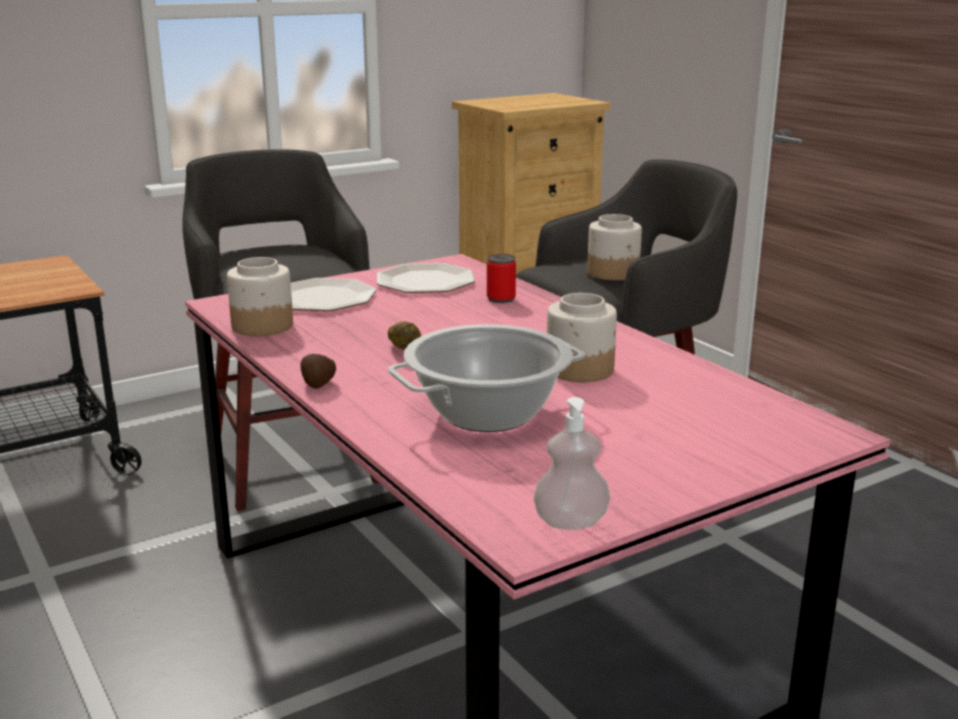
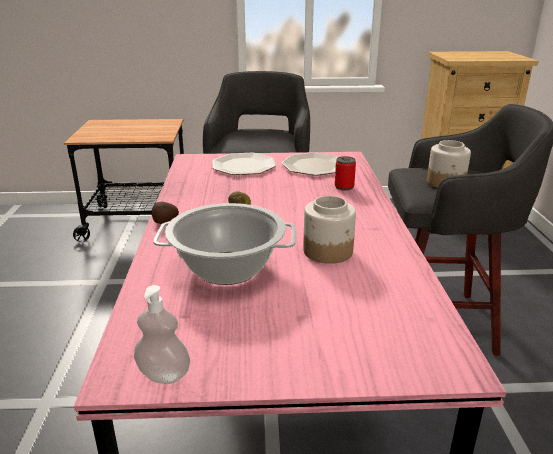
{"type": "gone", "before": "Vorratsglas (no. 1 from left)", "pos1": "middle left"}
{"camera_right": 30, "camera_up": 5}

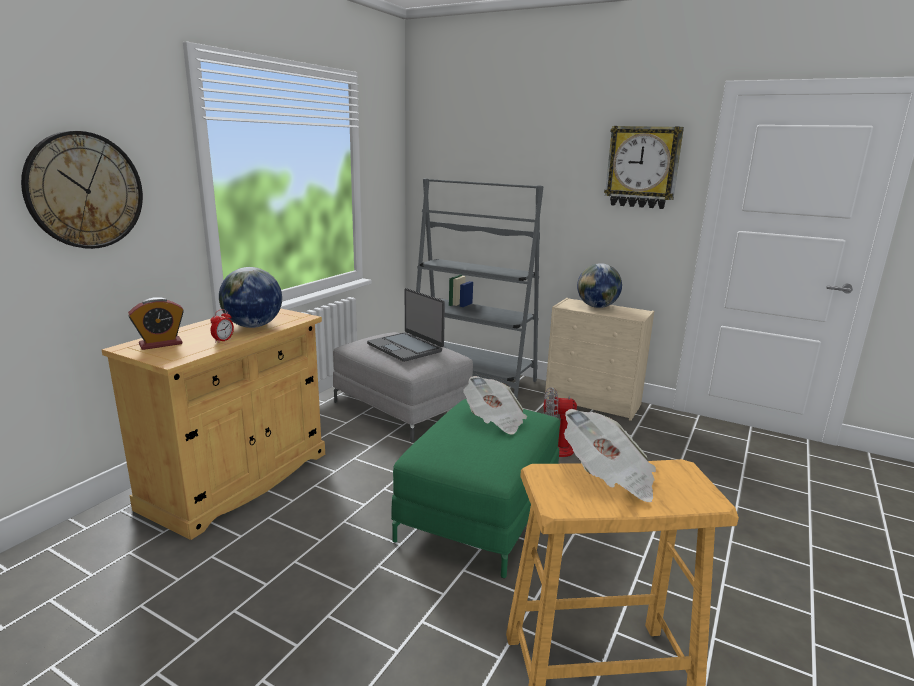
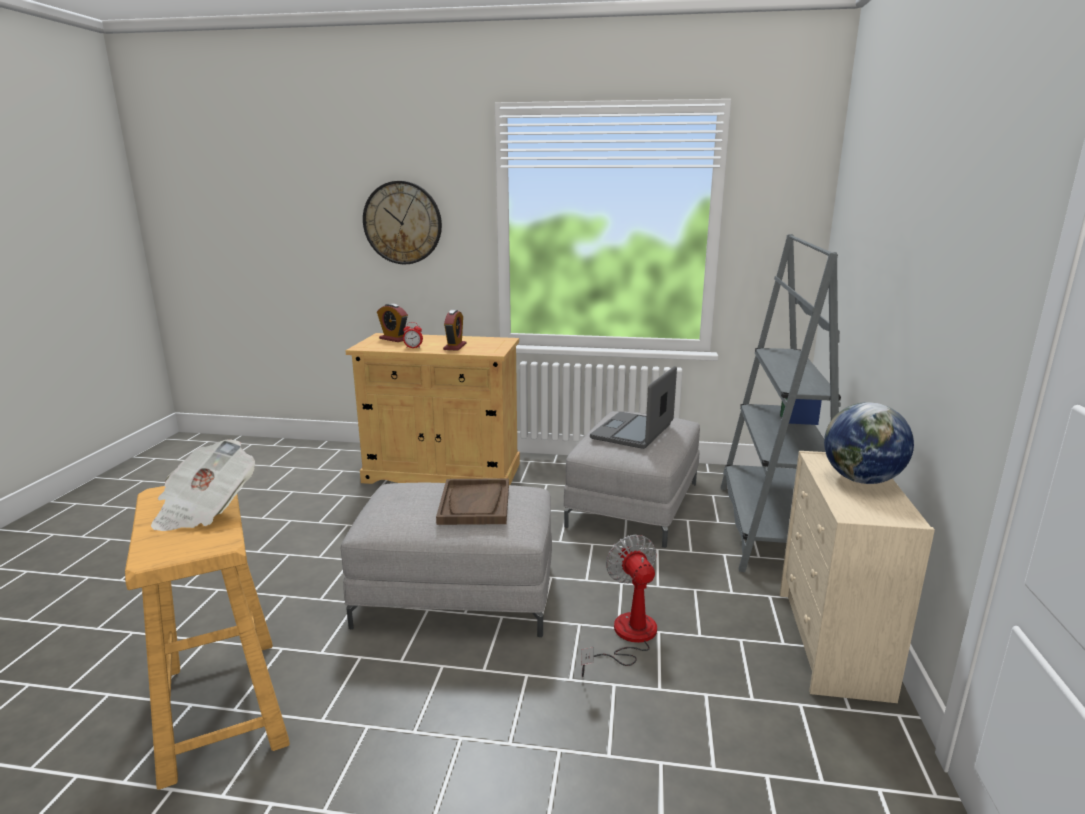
{"type": "repainted", "before": "Polsterhocker/grün", "after": "Polsterhocker/grau (no. 1 from left)", "pos1": "bottom centre", "pos2": "bottom centre"}
{"type": "swapped", "before": "Zeitung (no. 1 from left)", "after": "Tablett/braun", "pos1": "centre", "pos2": "centre"}
{"type": "swapped", "before": "Globus (no. 1 from left)", "after": "Wecker (no. 3 from left)", "pos1": "middle left", "pos2": "centre"}
{"type": "gone", "before": "Wanduhr (no. 2 from left)", "pos1": "top right"}
{"camera_right": 70, "camera_up": 0}

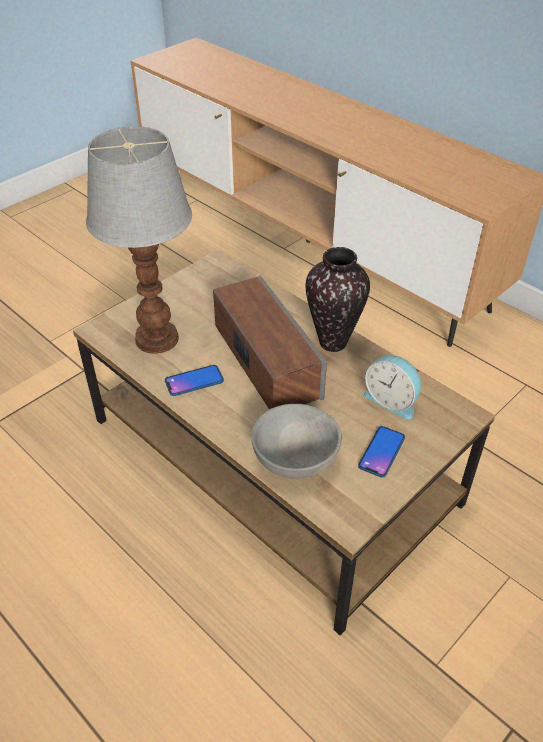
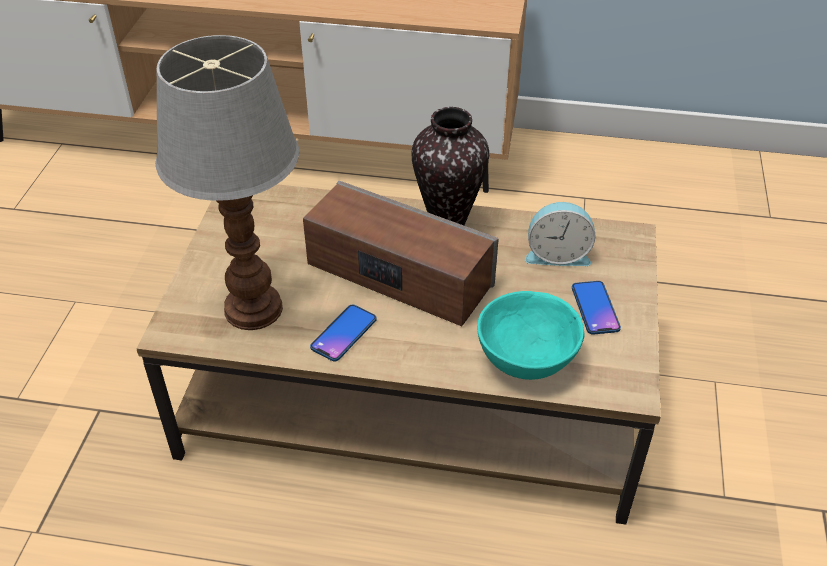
{"type": "repainted", "before": "Schüssel/grau", "after": "Schüssel/türkis", "pos1": "centre", "pos2": "centre"}
{"camera_right": -35, "camera_up": 0}

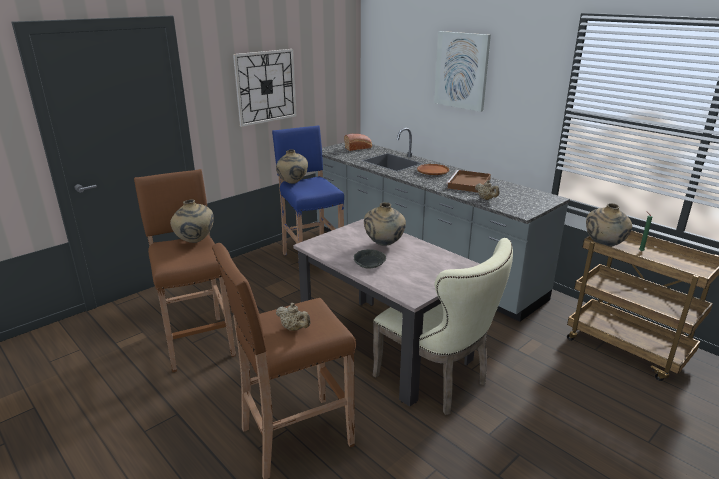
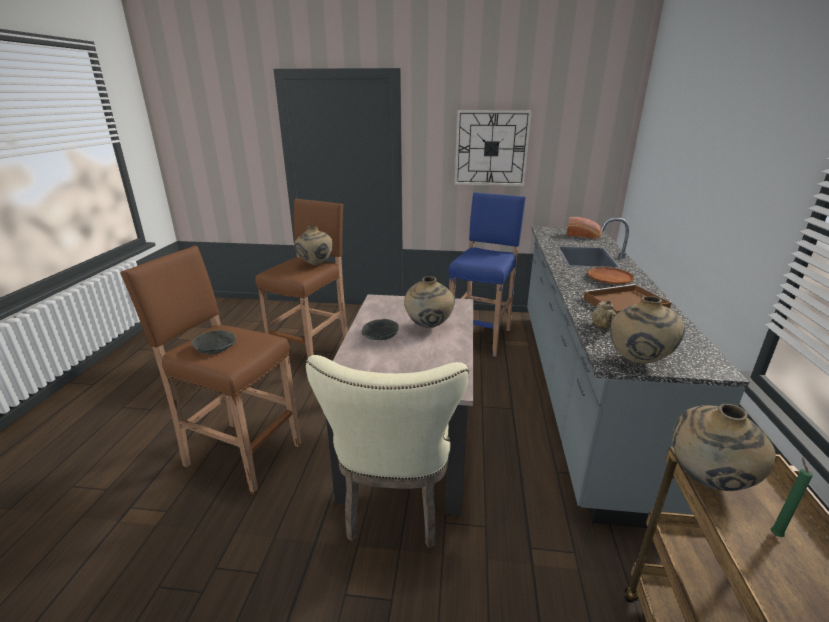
{"type": "swapped", "before": "Teekanne/beige (no. 1 from left)", "after": "Schüssel/grau (no. 1 from left)", "pos1": "centre", "pos2": "middle left"}
{"type": "shifted", "before": "Vase/beige (no. 2 from left in the first image)", "after": "Vase/beige (no. 3 from left)", "pos1": "centre", "pos2": "middle right"}
{"type": "gone", "before": "Bild", "pos1": "top centre"}
{"camera_right": 50, "camera_up": 0}

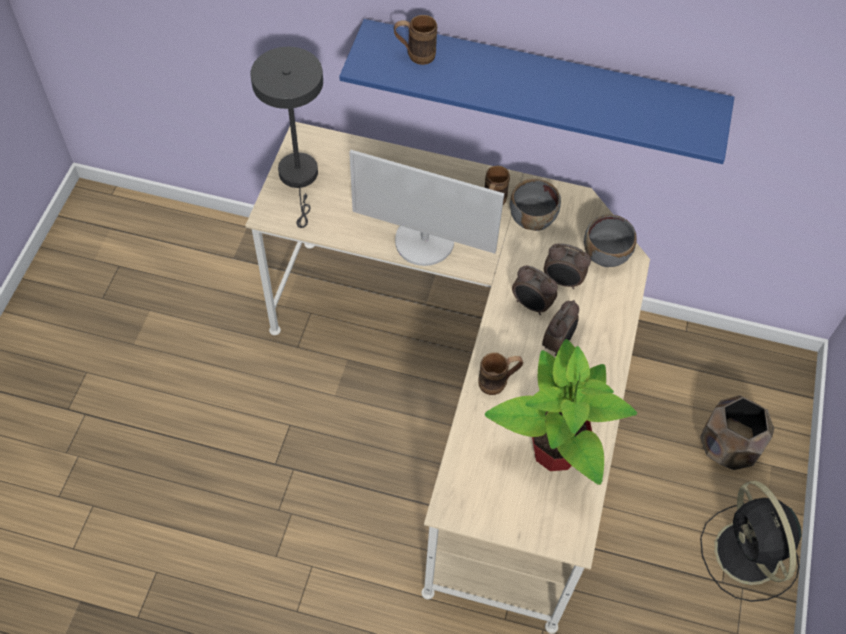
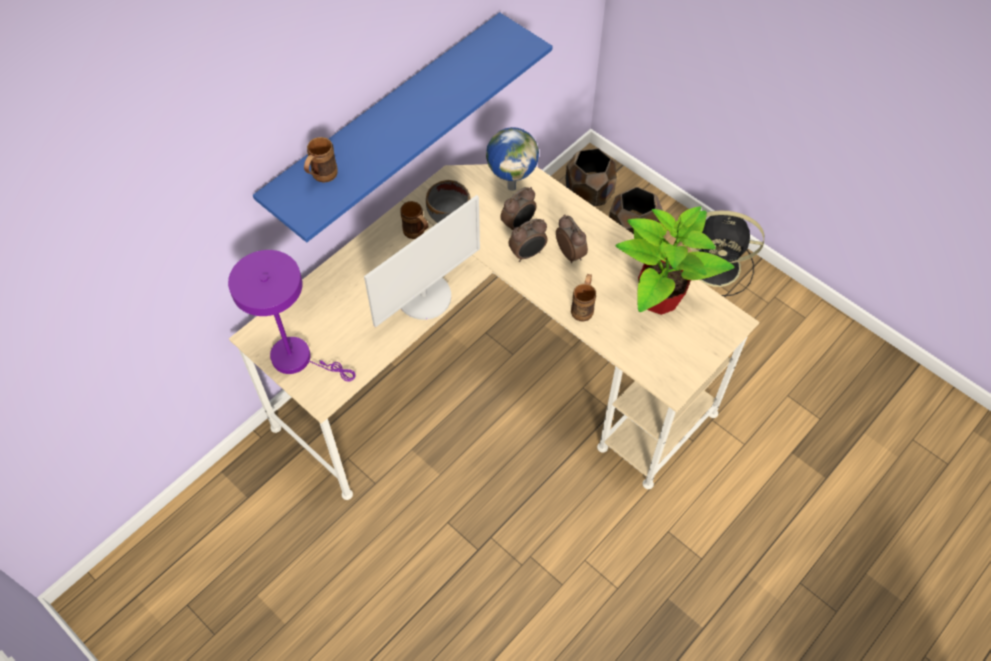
{"type": "repainted", "before": "Tischlampe/grau", "after": "Tischlampe/lila", "pos1": "top centre", "pos2": "middle left"}
{"type": "swapped", "before": "Schüssel/grau (no. 2 from left)", "after": "Globus", "pos1": "middle right", "pos2": "top centre"}
{"type": "new", "after": "Pflanzkübel/braun (no. 1 from left)", "pos2": "top centre"}
{"camera_right": -60, "camera_up": 0}

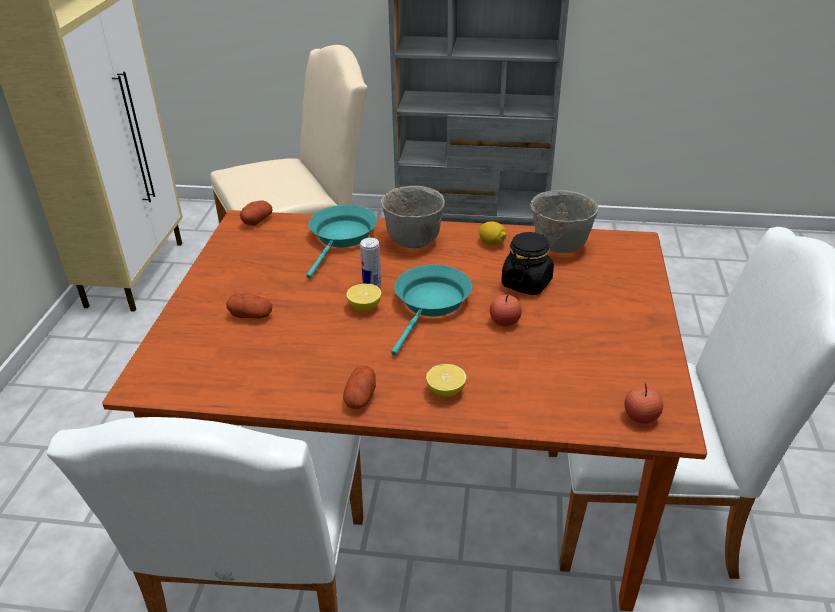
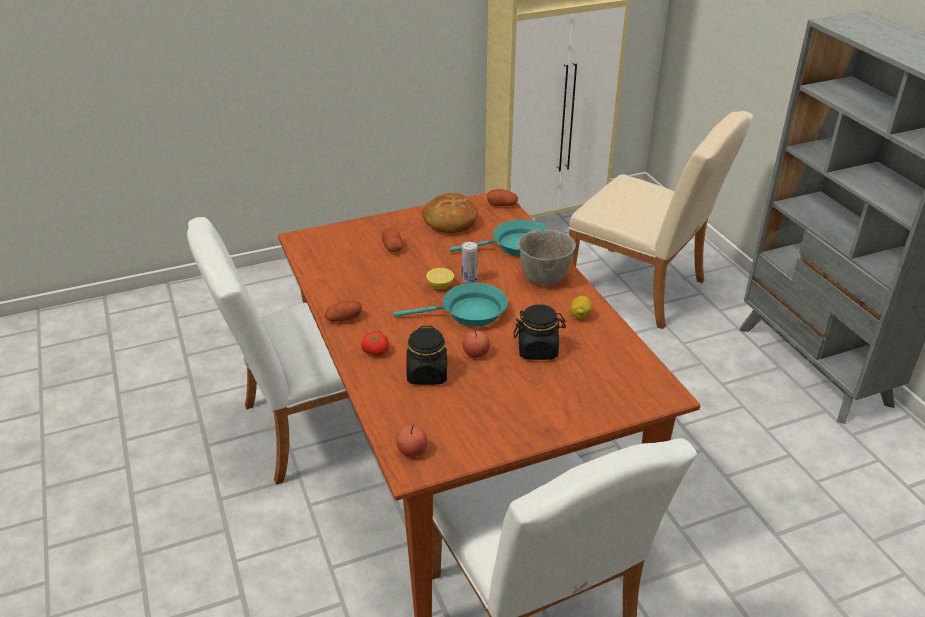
{"type": "swapped", "before": "Zitrone (no. 2 from left)", "after": "Tomate", "pos1": "centre", "pos2": "centre"}
{"type": "new", "after": "Vorratsglas/schwarz (no. 1 from left)", "pos2": "centre"}
{"type": "new", "after": "Brot", "pos2": "centre"}
{"type": "gone", "before": "Schüssel/grau (no. 2 from left)", "pos1": "middle right"}
{"camera_right": 60, "camera_up": 0}

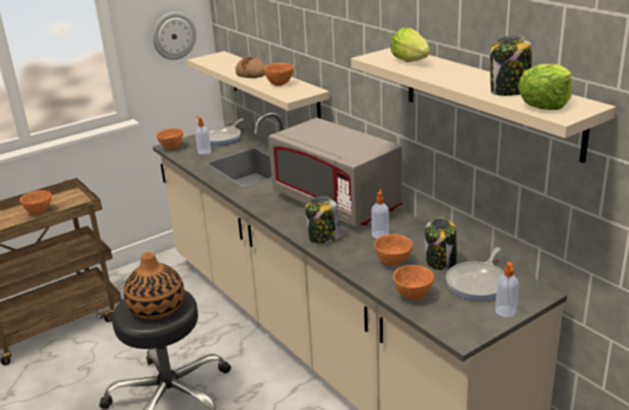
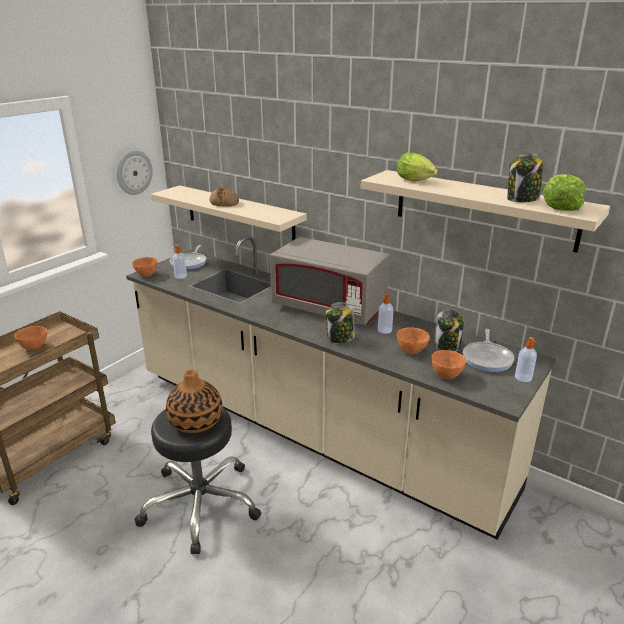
{"type": "gone", "before": "Schüssel/orange (no. 3 from left)", "pos1": "top centre"}
{"camera_right": -20, "camera_up": 0}

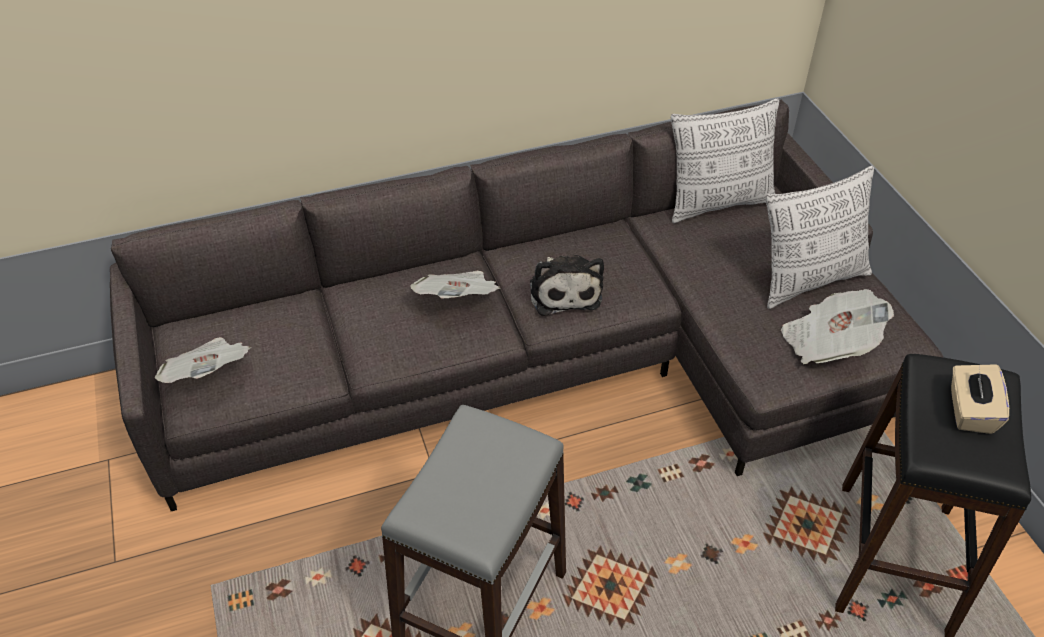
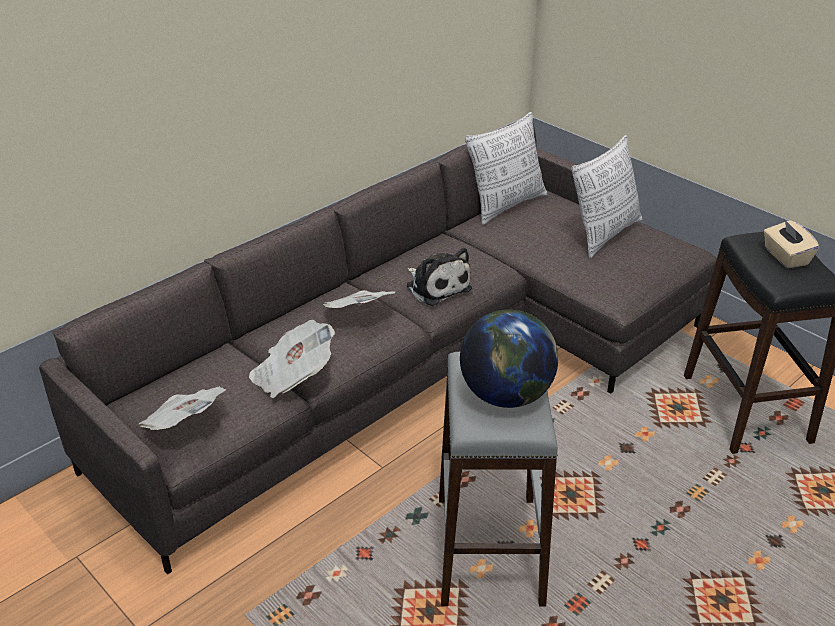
{"type": "shifted", "before": "Zeitung (no. 3 from left in the first image)", "after": "Zeitung (no. 2 from left)", "pos1": "middle right", "pos2": "centre"}
{"type": "new", "after": "Globus", "pos2": "centre"}
{"camera_right": -25, "camera_up": -10}

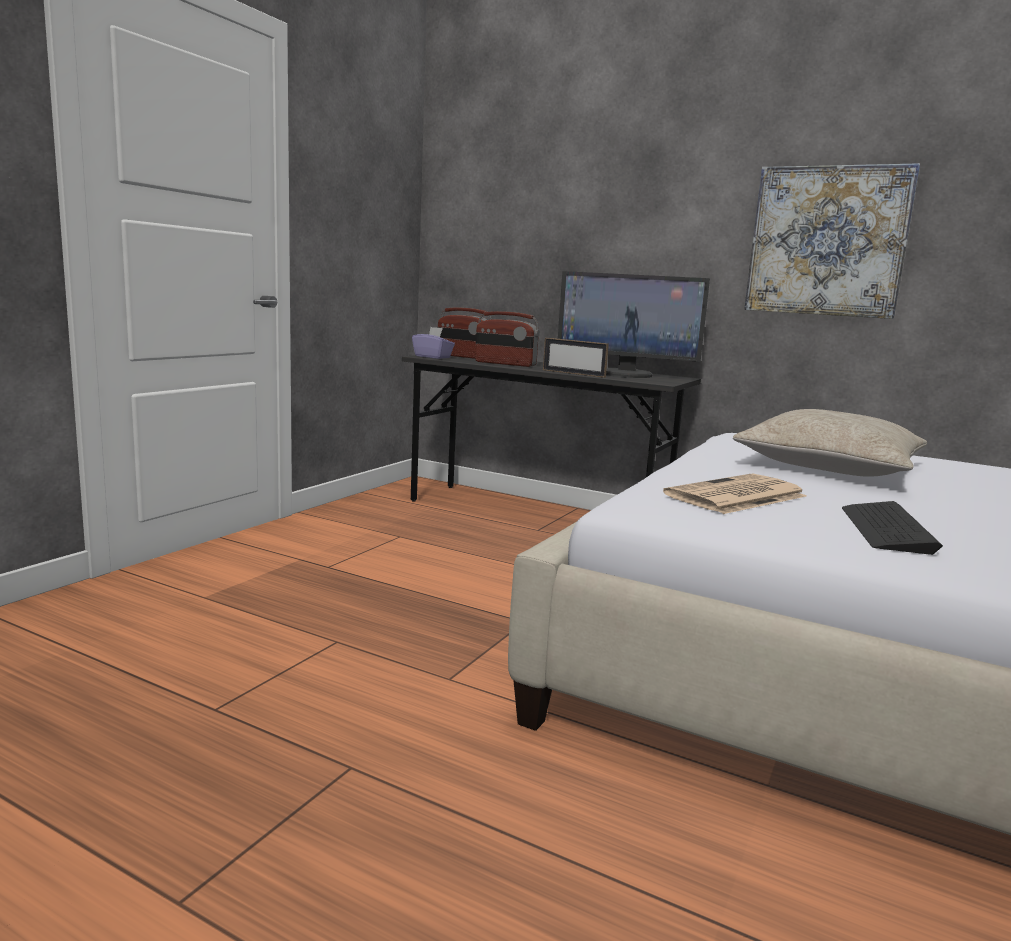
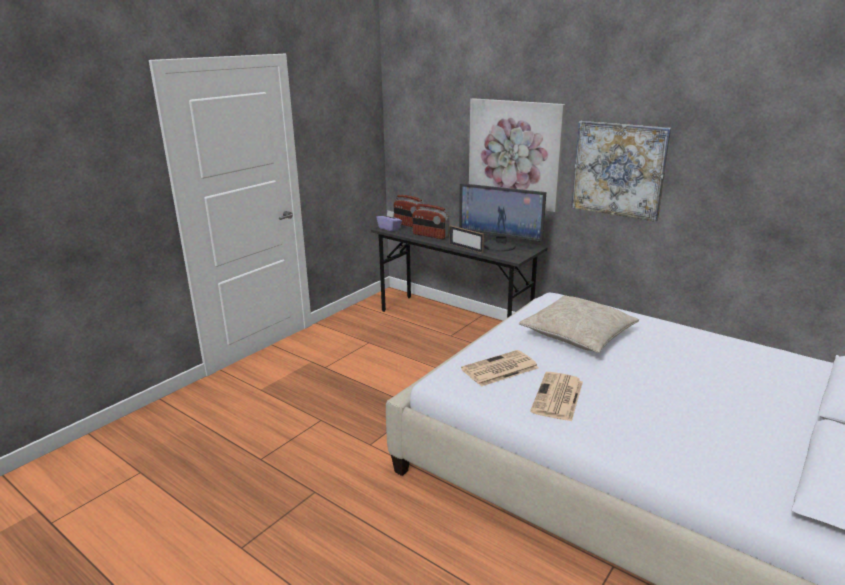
{"type": "new", "after": "Bild (no. 1 from left)", "pos2": "top centre"}
{"type": "swapped", "before": "Tastatur", "after": "Zeitung (no. 2 from left)", "pos1": "middle right", "pos2": "bottom centre"}
{"camera_right": 10, "camera_up": 10}

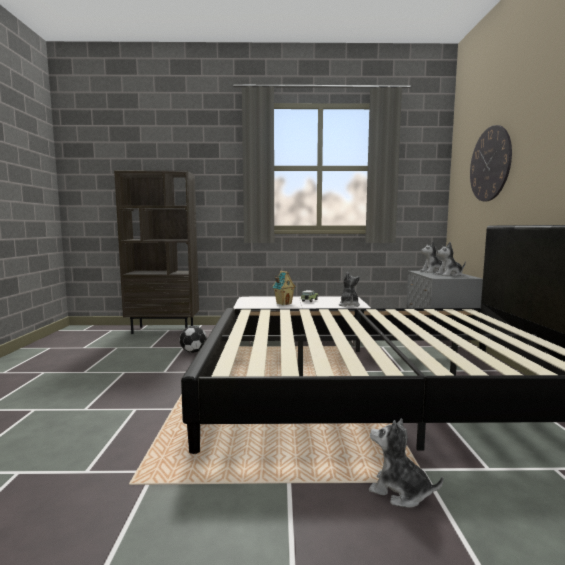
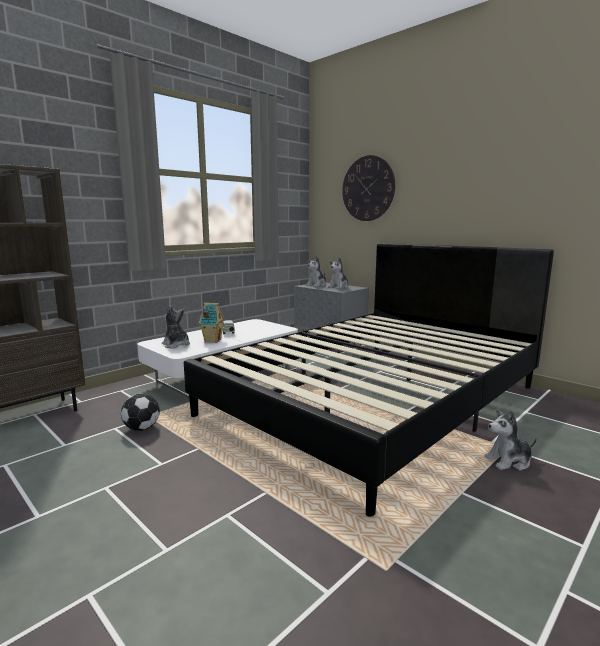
{"type": "shifted", "before": "Plüschtier (no. 1 from left)", "pos1": "centre", "pos2": "middle left"}
{"camera_right": -45, "camera_up": 5}

